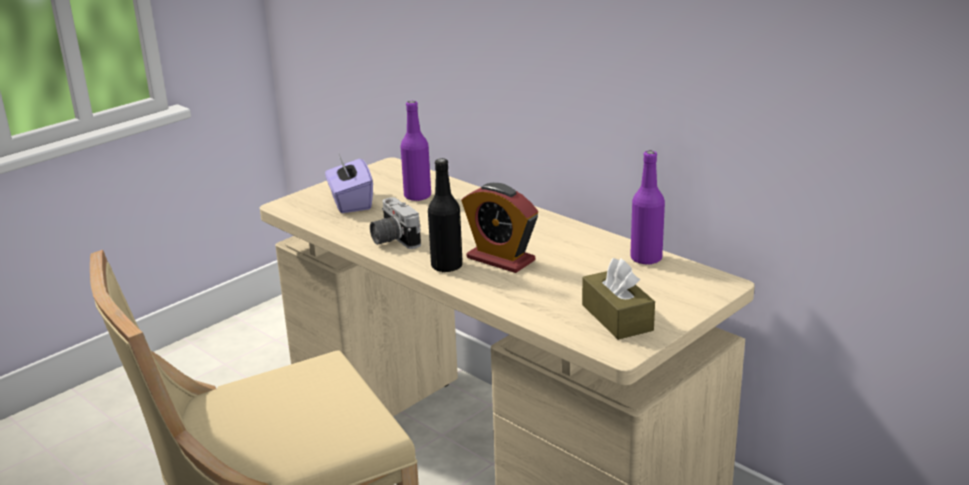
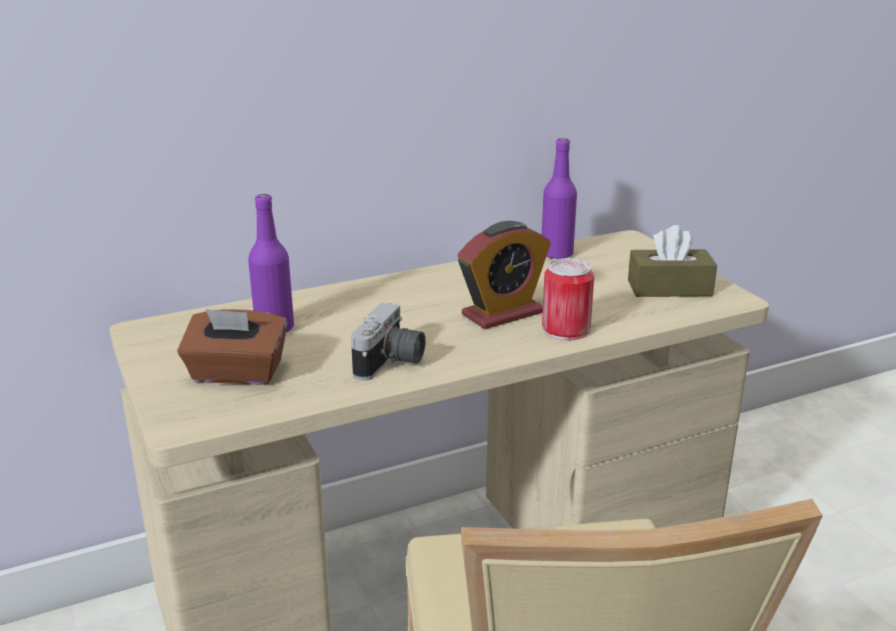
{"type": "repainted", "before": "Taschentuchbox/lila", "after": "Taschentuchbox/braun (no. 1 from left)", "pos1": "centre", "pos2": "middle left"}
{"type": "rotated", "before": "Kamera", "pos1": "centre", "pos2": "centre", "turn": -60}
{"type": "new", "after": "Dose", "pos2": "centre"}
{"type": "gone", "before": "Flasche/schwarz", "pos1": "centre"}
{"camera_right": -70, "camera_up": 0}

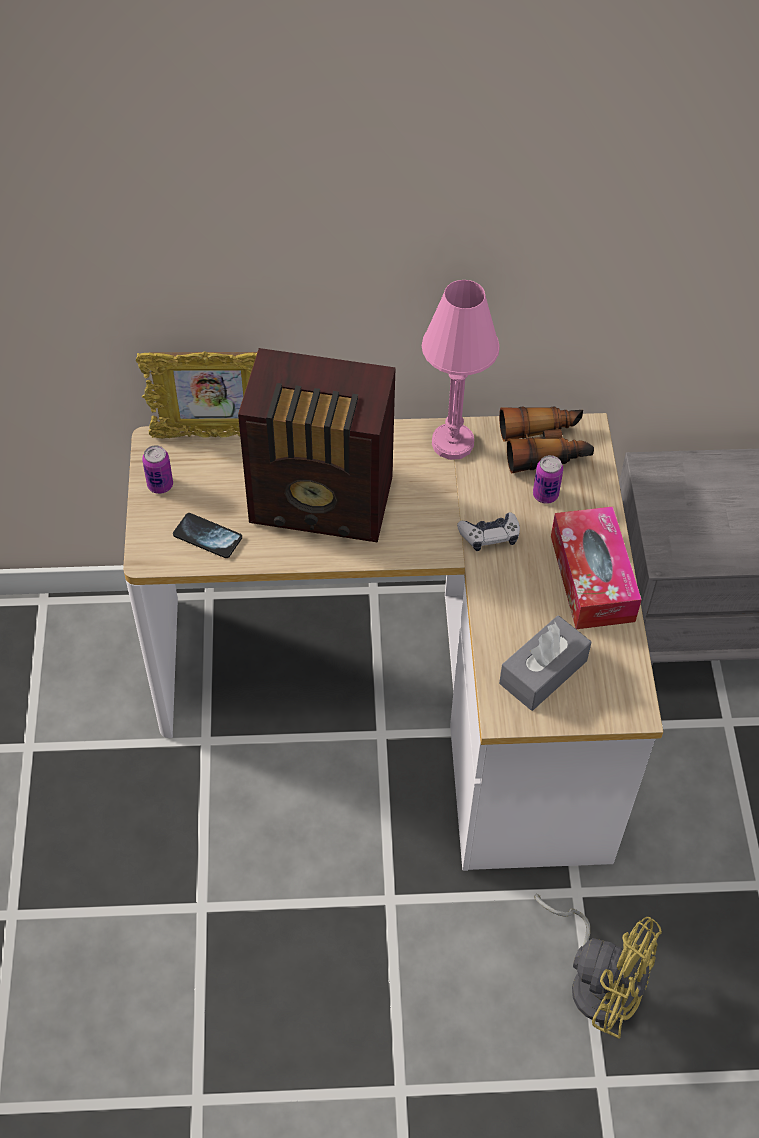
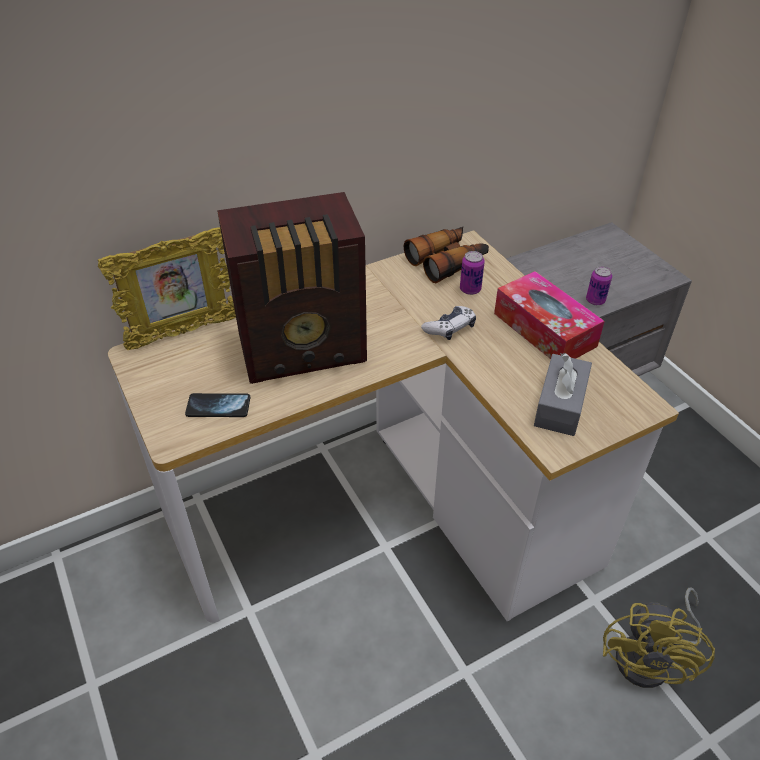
{"type": "shifted", "before": "Dose (no. 1 from left in the first image)", "after": "Dose (no. 2 from left)", "pos1": "middle left", "pos2": "middle right"}
{"type": "rotated", "before": "Ventilator/gelb", "pos1": "bottom right", "pos2": "bottom right", "turn": 105}
{"type": "gone", "before": "Tischlampe/rosa", "pos1": "top centre"}
{"camera_right": -25, "camera_up": -10}

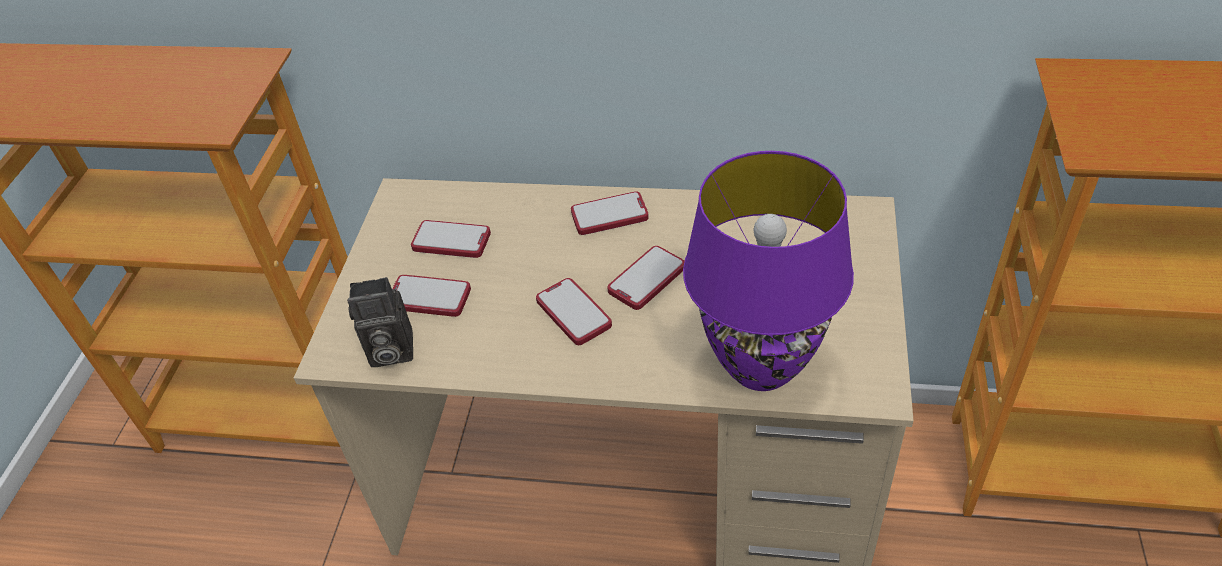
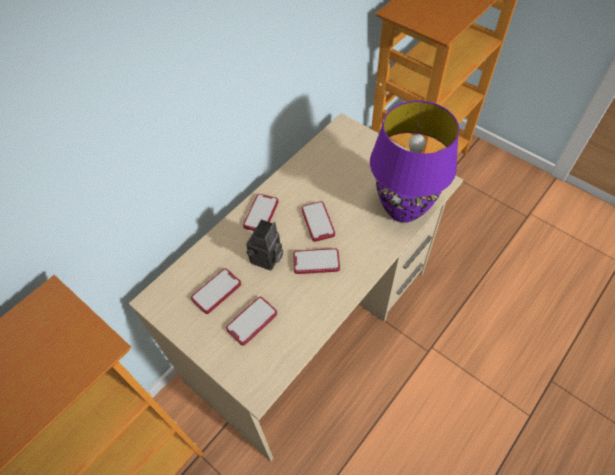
{"type": "shifted", "before": "Kamera", "pos1": "middle left", "pos2": "centre"}
{"camera_right": -60, "camera_up": 10}

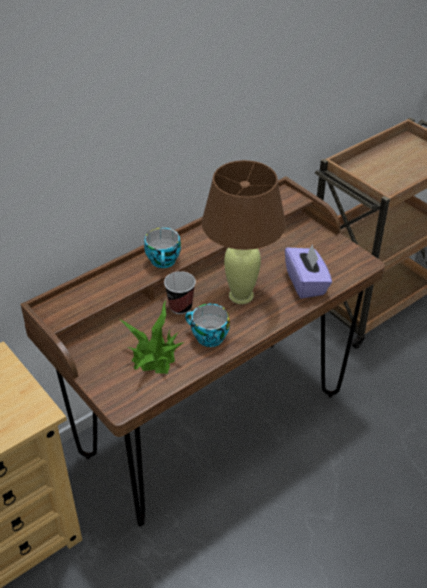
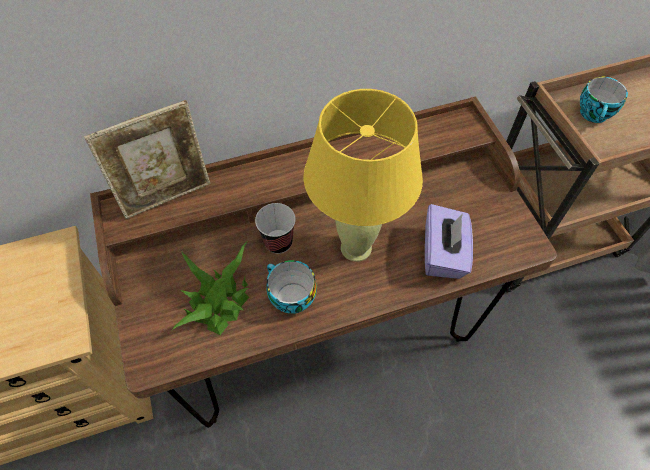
{"type": "new", "after": "Bilderrahmen", "pos2": "middle left"}
{"type": "repainted", "before": "Tischlampe/braun", "after": "Tischlampe/gelb", "pos1": "centre", "pos2": "centre"}
{"type": "shifted", "before": "Tasse (no. 1 from left in the first image)", "after": "Tasse (no. 3 from left)", "pos1": "centre", "pos2": "top right"}
{"camera_right": 20, "camera_up": 15}

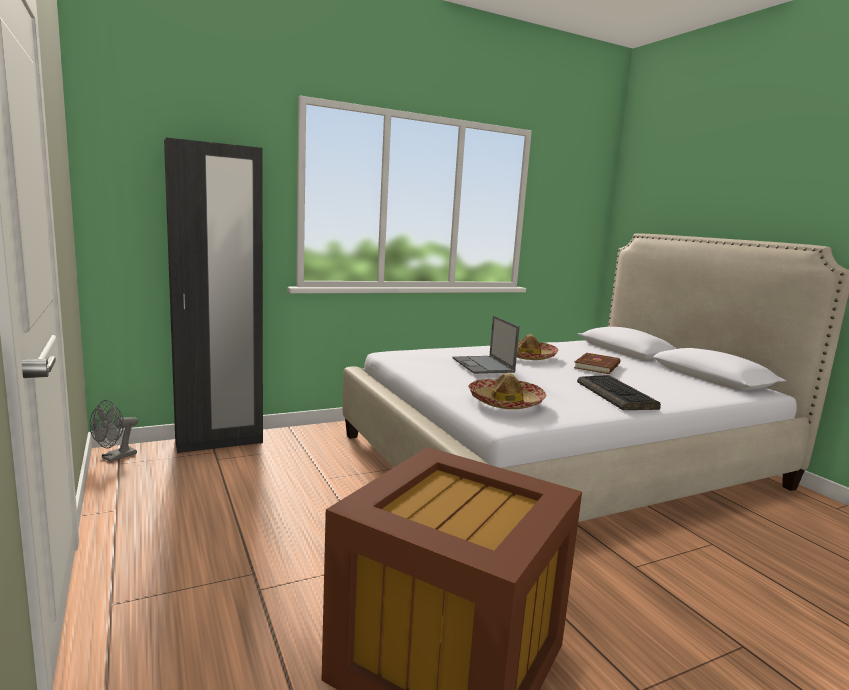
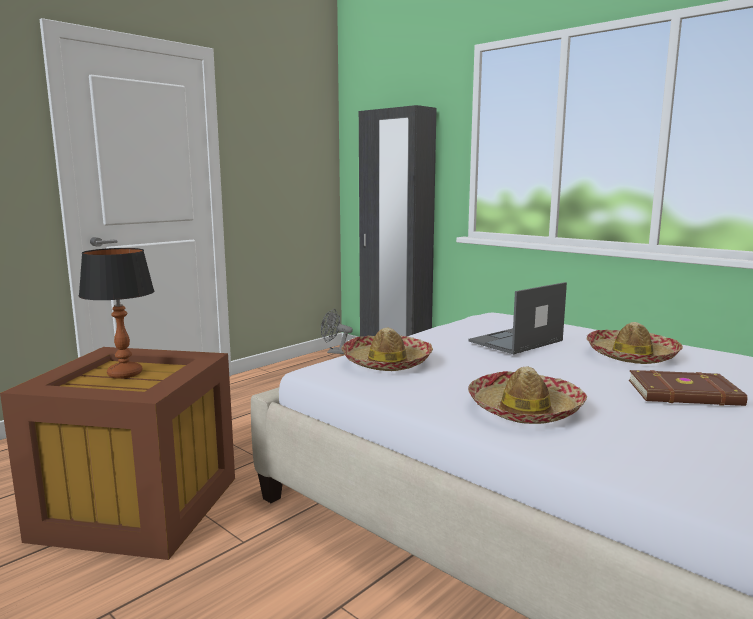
{"type": "new", "after": "Tischlampe", "pos2": "middle left"}
{"type": "swapped", "before": "Tastatur", "after": "Hut (no. 2 from left)", "pos1": "middle right", "pos2": "middle right"}
{"camera_right": 70, "camera_up": 0}

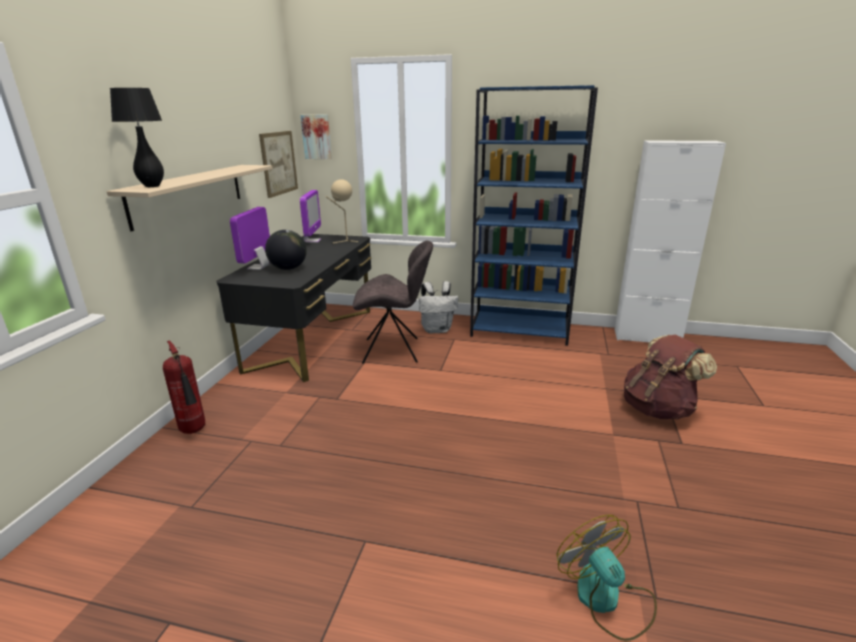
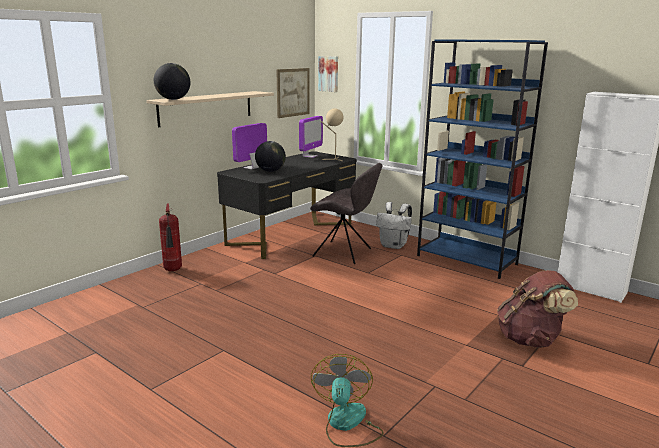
{"type": "swapped", "before": "Tischlampe/schwarz", "after": "Globus (no. 1 from left)", "pos1": "top left", "pos2": "top left"}
{"camera_right": 25, "camera_up": -5}

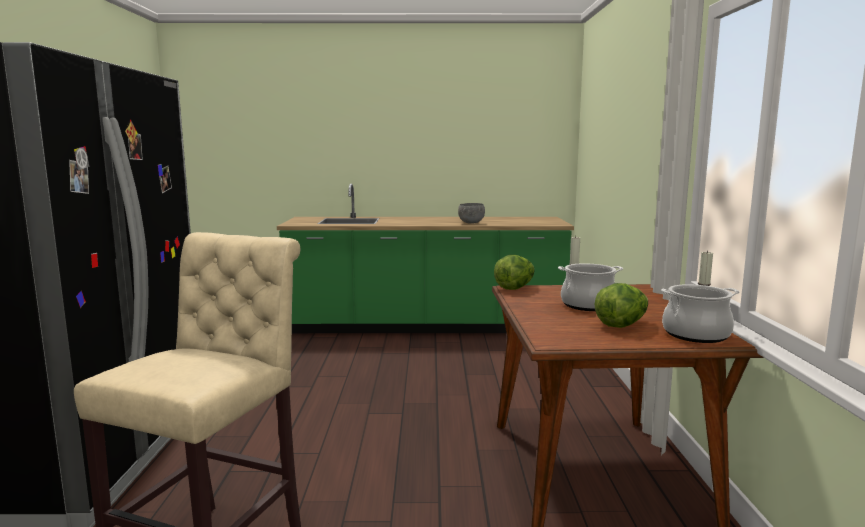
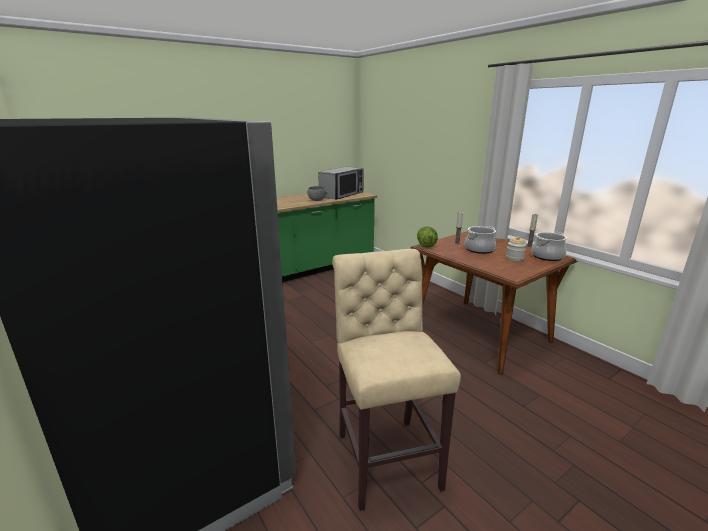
{"type": "new", "after": "Mikrowelle", "pos2": "centre"}
{"type": "swapped", "before": "Salatkopf (no. 2 from left)", "after": "Vorratsglas", "pos1": "middle right", "pos2": "middle right"}
{"camera_right": -35, "camera_up": 10}

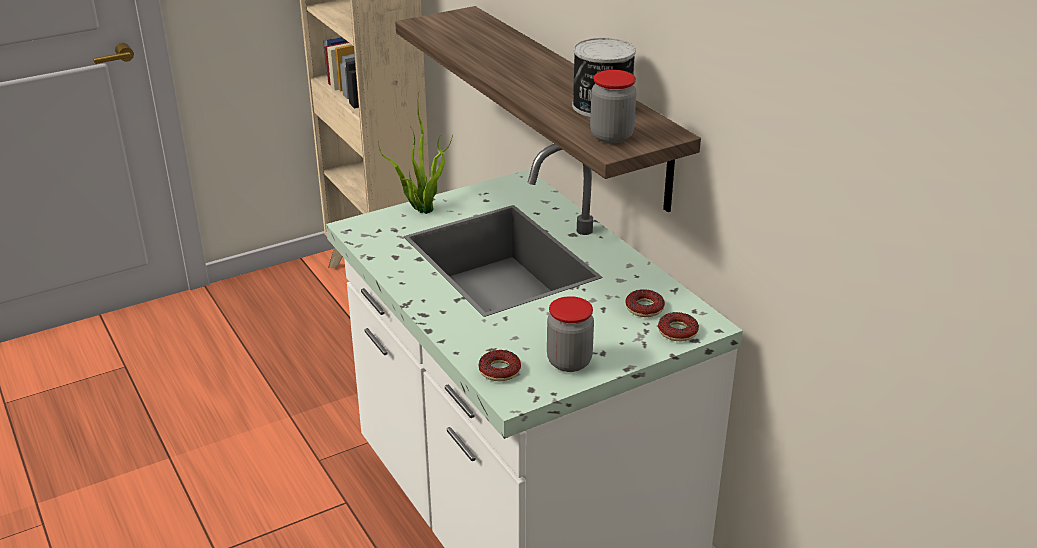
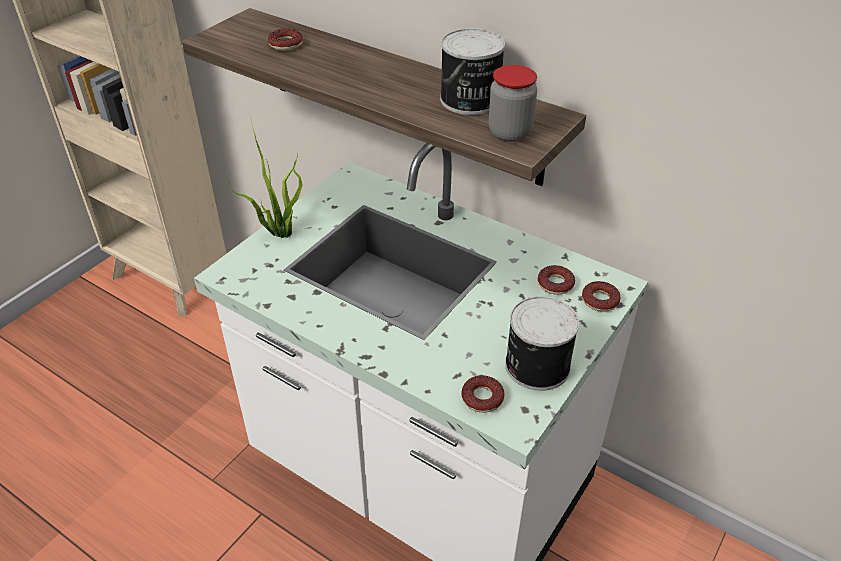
{"type": "new", "after": "Donut (no. 1 from left)", "pos2": "top centre"}
{"type": "swapped", "before": "Vorratsglas (no. 1 from left)", "after": "Dose (no. 2 from left)", "pos1": "centre", "pos2": "centre"}
{"camera_right": -25, "camera_up": 10}

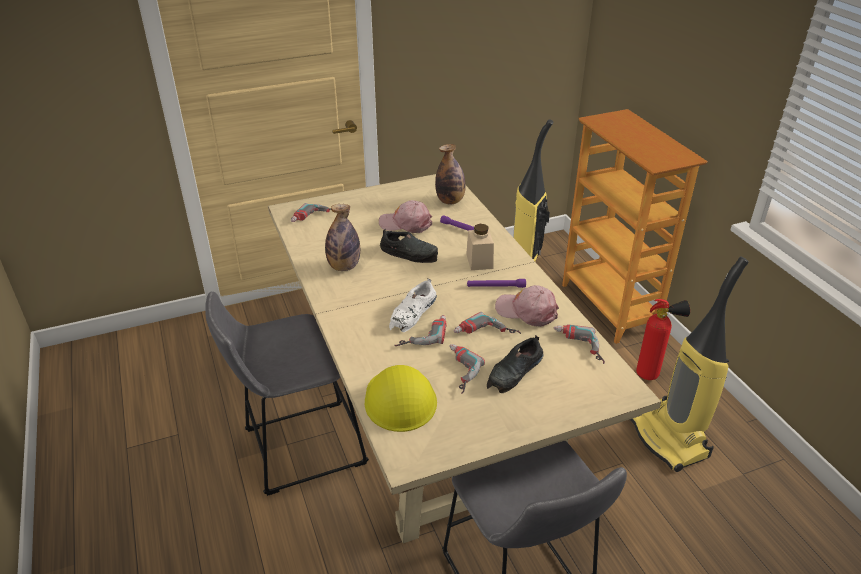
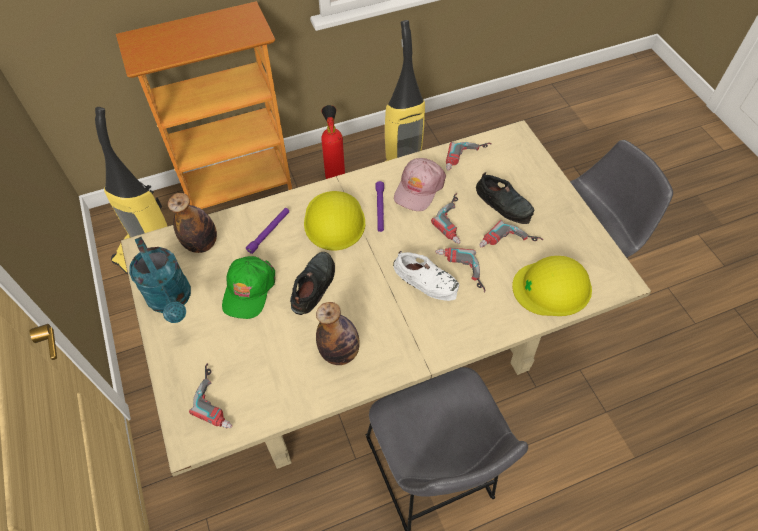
{"type": "new", "after": "Gießkanne/türkis", "pos2": "middle left"}
{"type": "repainted", "before": "Kappe/rosa (no. 1 from left)", "after": "Kappe/grün", "pos1": "centre", "pos2": "middle left"}
{"type": "swapped", "before": "Vorratsglas/beige", "after": "Schutzhelm/gelb (no. 1 from left)", "pos1": "centre", "pos2": "centre"}
{"camera_right": -90, "camera_up": 20}

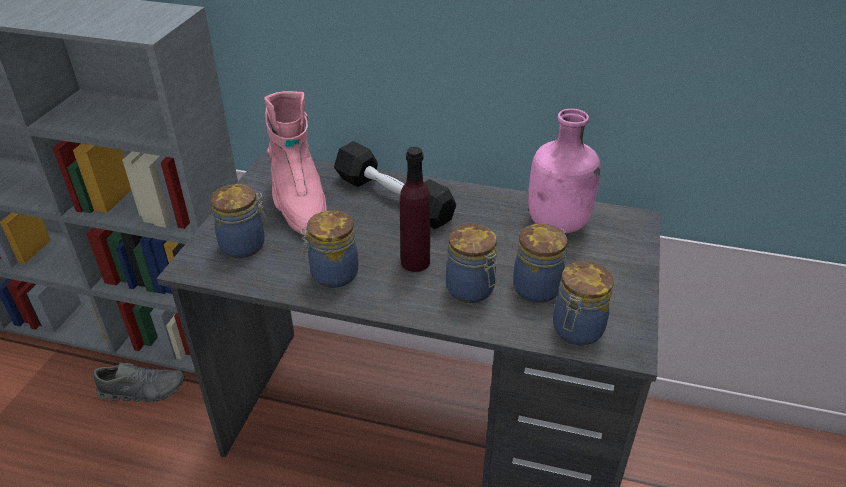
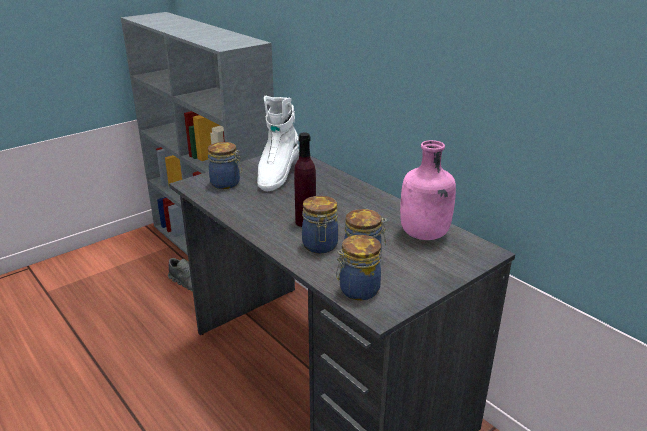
{"type": "repainted", "before": "Stiefel/rosa", "after": "Stiefel/weiß", "pos1": "top centre", "pos2": "top centre"}
{"type": "gone", "before": "Vorratsglas (no. 2 from left)", "pos1": "centre"}
{"type": "gone", "before": "Hantel/schwarz", "pos1": "centre"}
{"camera_right": 35, "camera_up": -10}

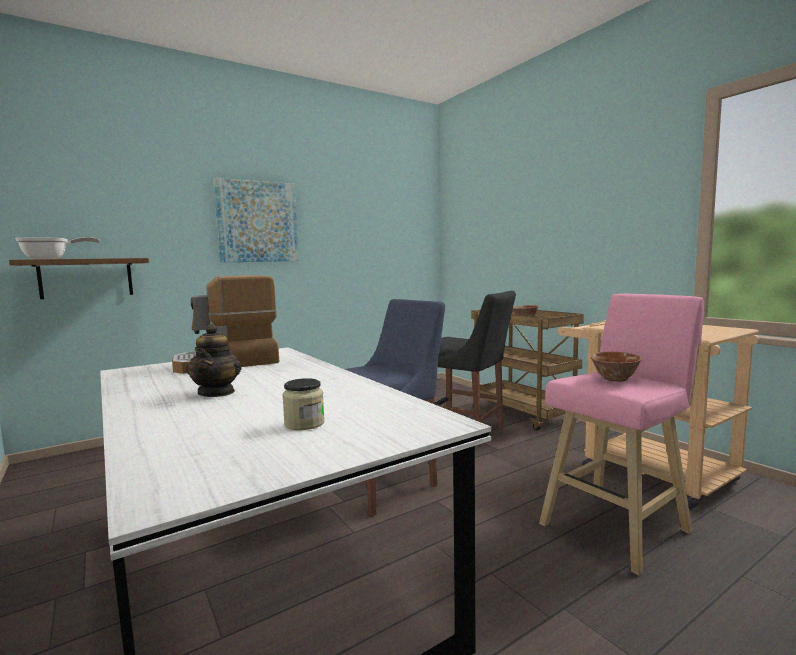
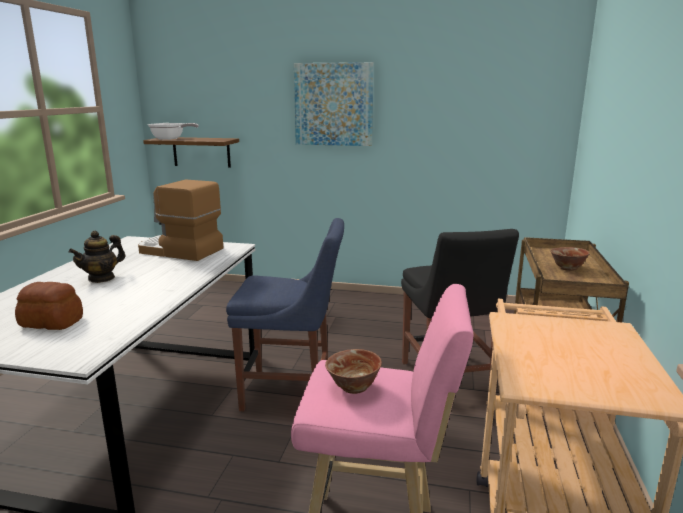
{"type": "swapped", "before": "Vorratsglas", "after": "Brot", "pos1": "centre", "pos2": "middle left"}
{"camera_right": 45, "camera_up": 10}

